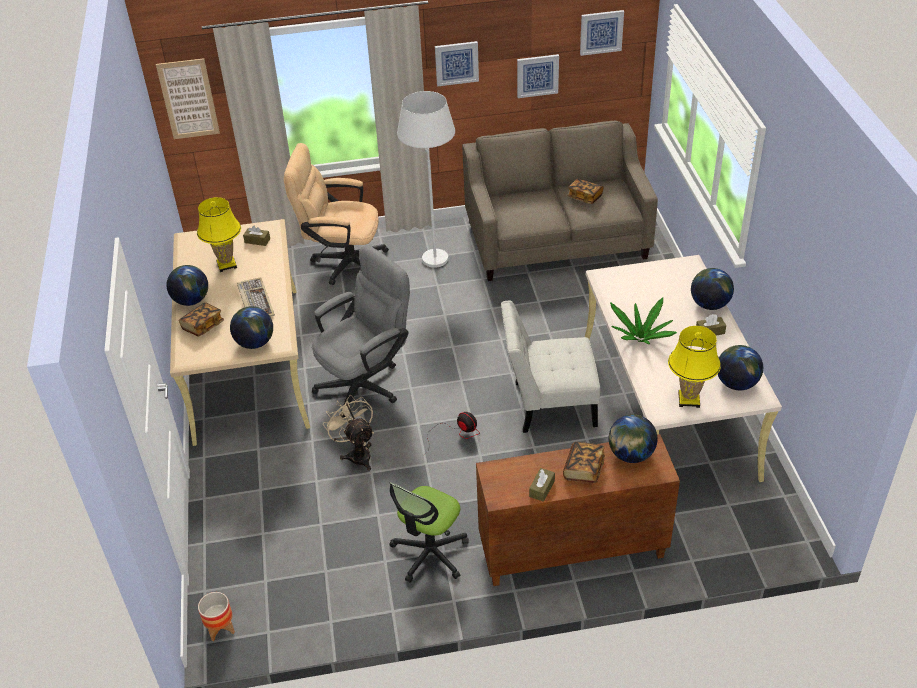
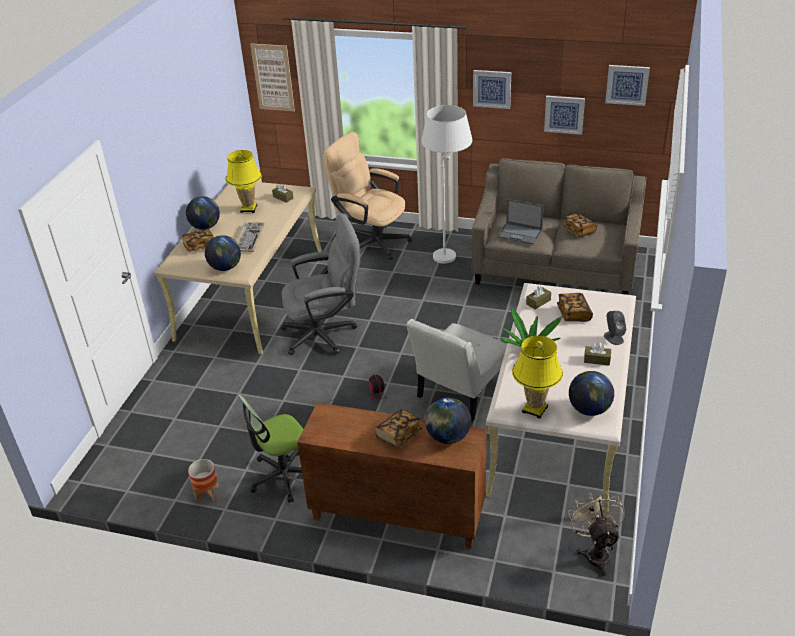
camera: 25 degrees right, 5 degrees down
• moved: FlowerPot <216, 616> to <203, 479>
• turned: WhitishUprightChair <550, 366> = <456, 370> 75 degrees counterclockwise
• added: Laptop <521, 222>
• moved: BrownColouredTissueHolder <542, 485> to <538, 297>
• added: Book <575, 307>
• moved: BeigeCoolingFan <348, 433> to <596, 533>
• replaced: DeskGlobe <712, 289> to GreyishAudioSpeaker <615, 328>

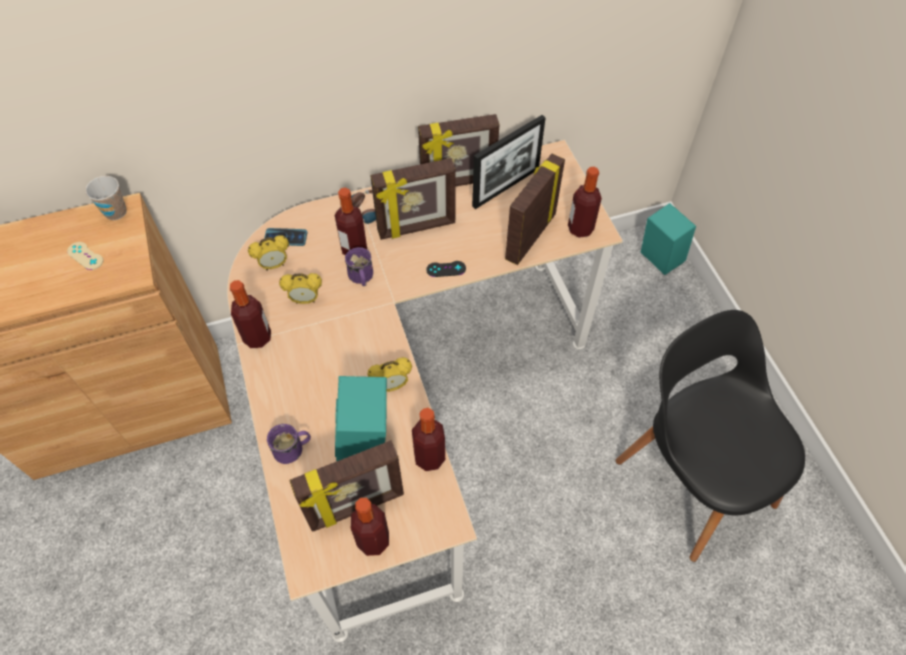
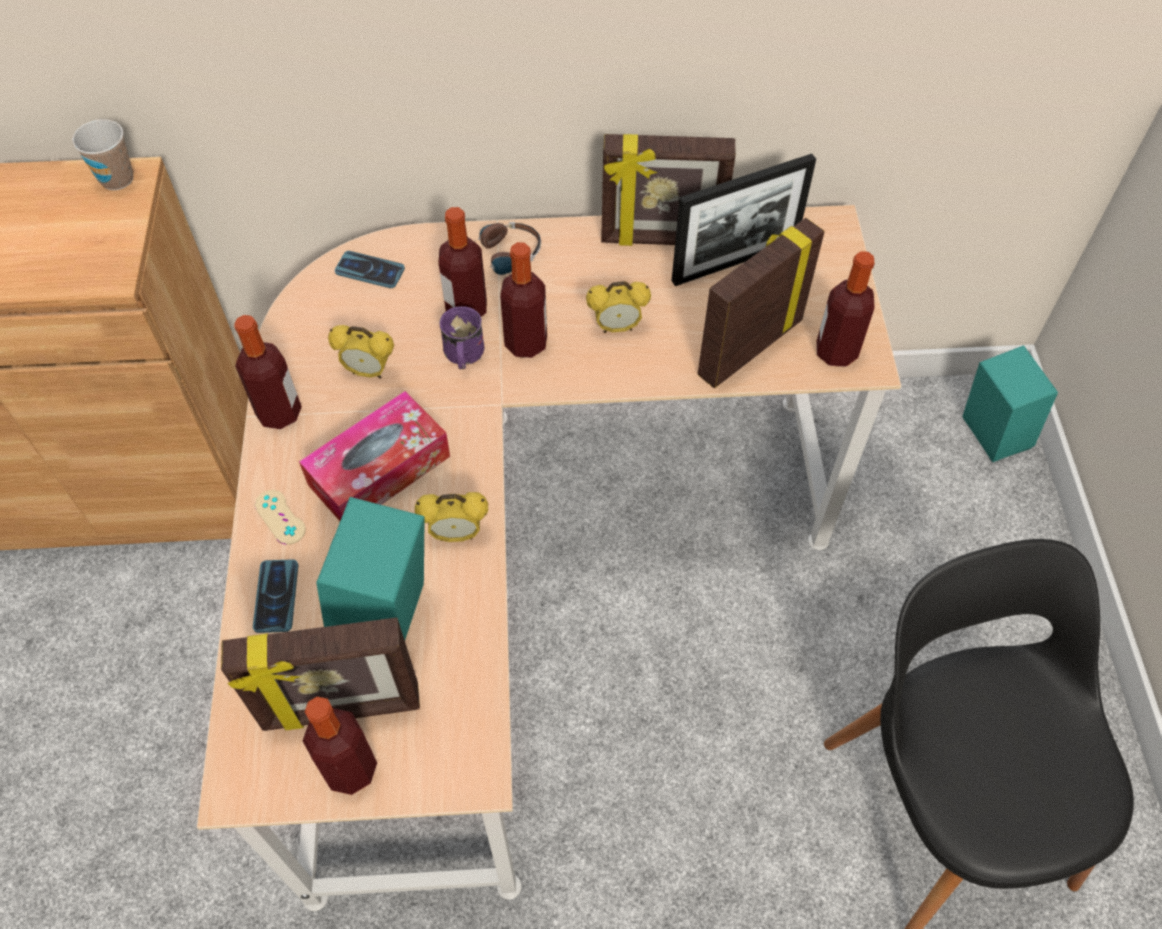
camera: 15 degrees right, 0 degrees up
• replaced: PurpleTeaMug <289, 444> to Handset <275, 596>
• moved: BeigeGamepad <85, 256> to <280, 517>
• added: TissueHolder <374, 456>
• moved: DrinkBottle <428, 439> to <523, 300>
• moved: TableClock <268, 253> to <618, 307>
• removed: PictureFrame <413, 199>
• removed: BlackGamepad <446, 269>

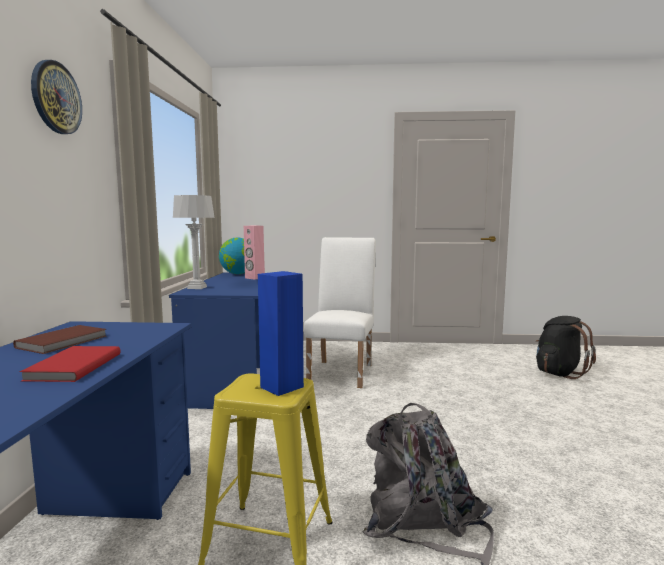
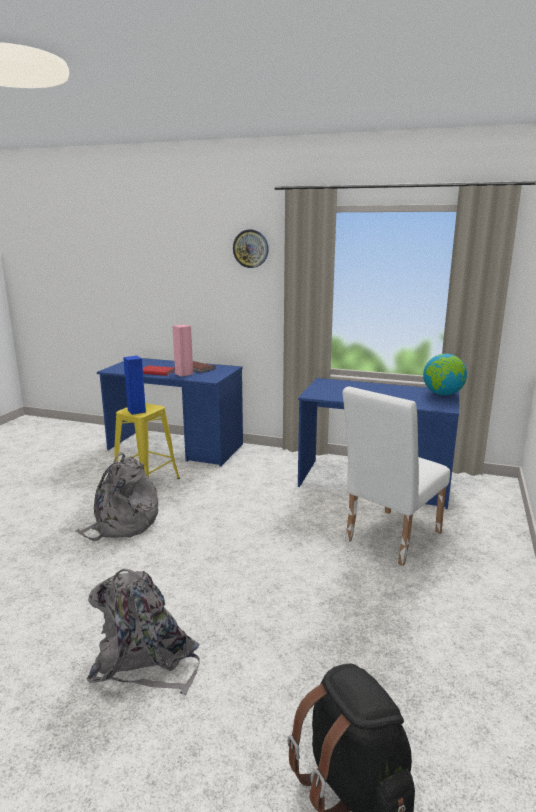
camera: 105 degrees right, 10 degrees up
• added: GreyishRucksack <143, 632>
• moved: PinkColouredAudioSpeaker <254, 253> to <183, 350>
• turned: WhitishUprightChair <340, 312> = <396, 476> 105 degrees clockwise
• removed: GreyishTableLamp <193, 242>

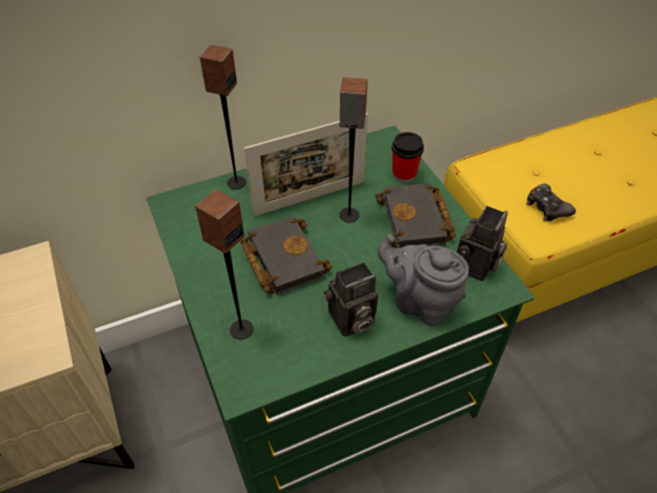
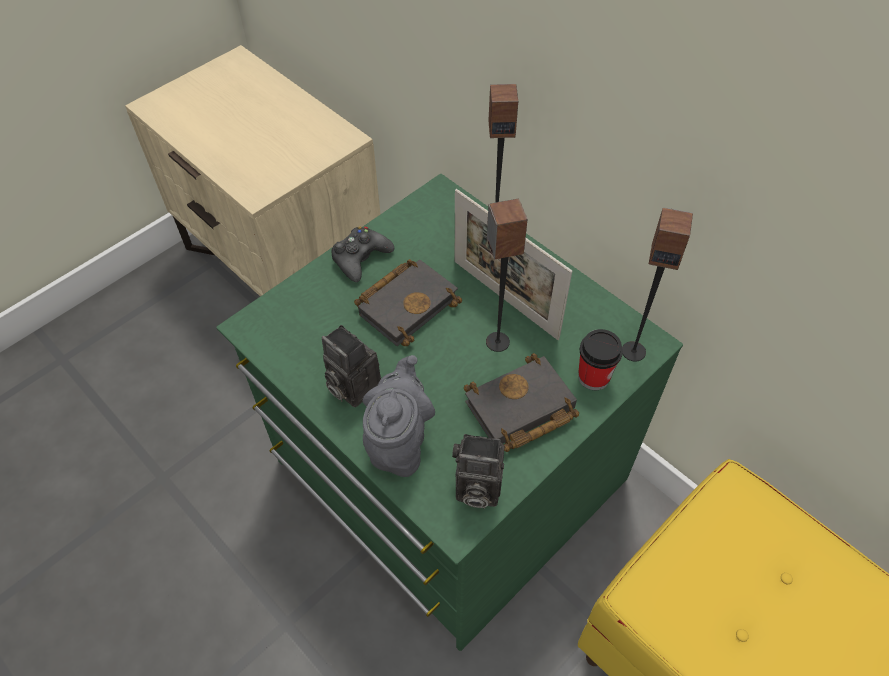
camera: 70 degrees right, 5 degrees up
• moved: BlackGamepad <551, 202> to <362, 254>
• moved: AudioSpeaker <224, 264> to <657, 284>

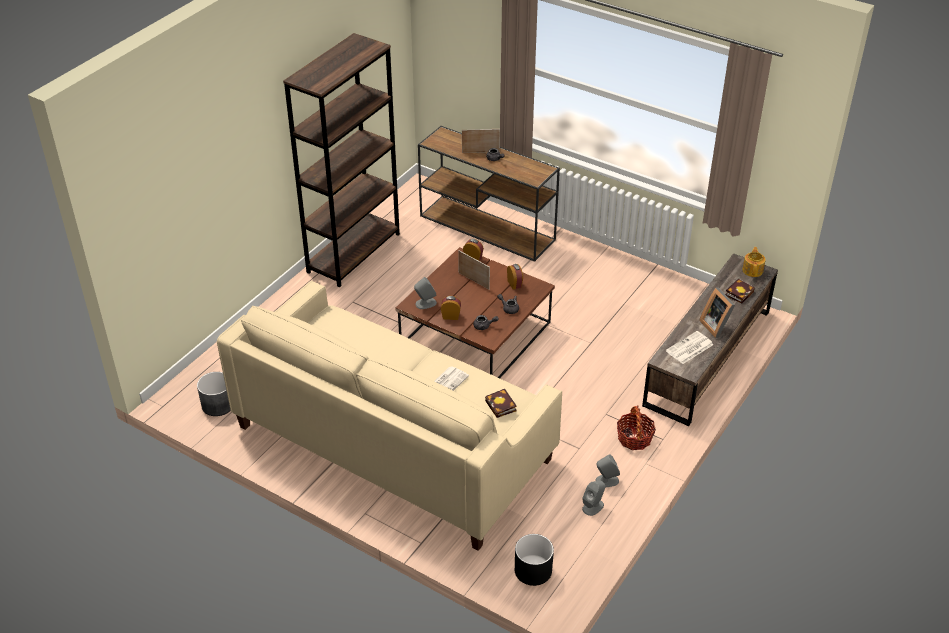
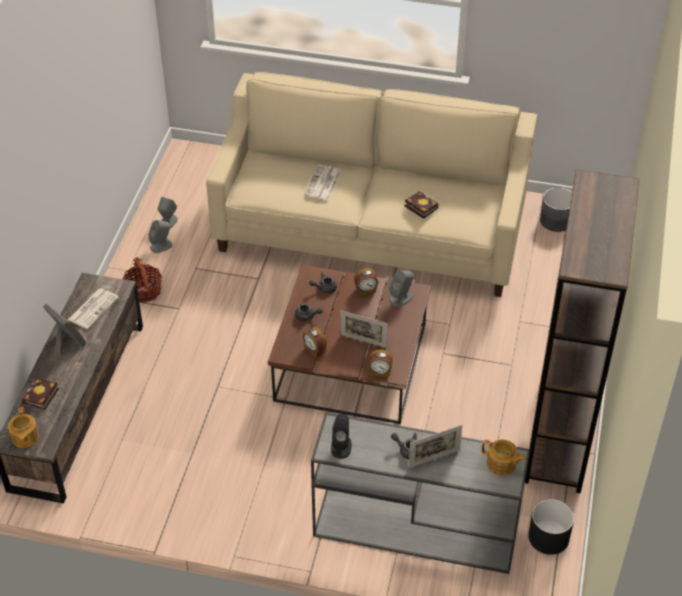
camera: 160 degrees right, 5 degrees up
• recoloured: BrownColouredNarrowTable <489, 194> to GreyishNarrowTable <420, 493>
• added: BlackAudioSpeaker <341, 436>
• moved: Book <500, 403> to <422, 205>
• added: TeaPot <504, 457>
• moved: BlackFlowerPot <534, 560> to <551, 527>

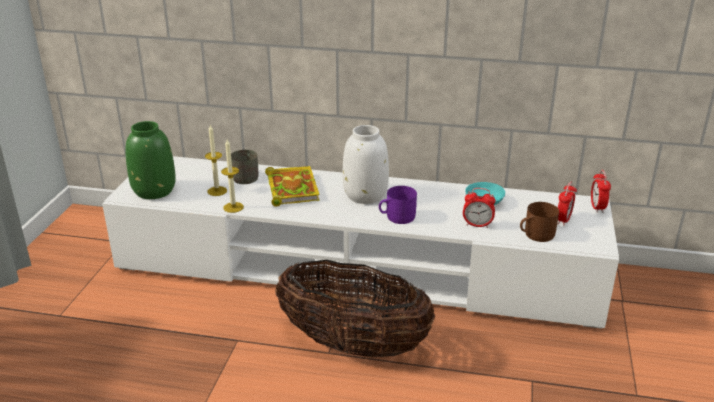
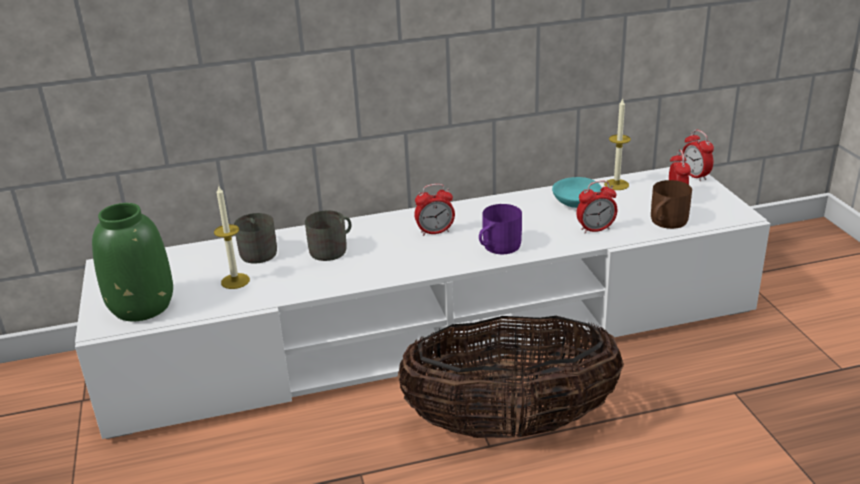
camera: 25 degrees left, 0 degrees up
• replaced: Book <292, 186> to GreyishTeaMug <328, 235>
• replaced: WhitishVase <366, 164> to TableClock <434, 210>
• moved: WaxCandle <232, 176> to <617, 144>

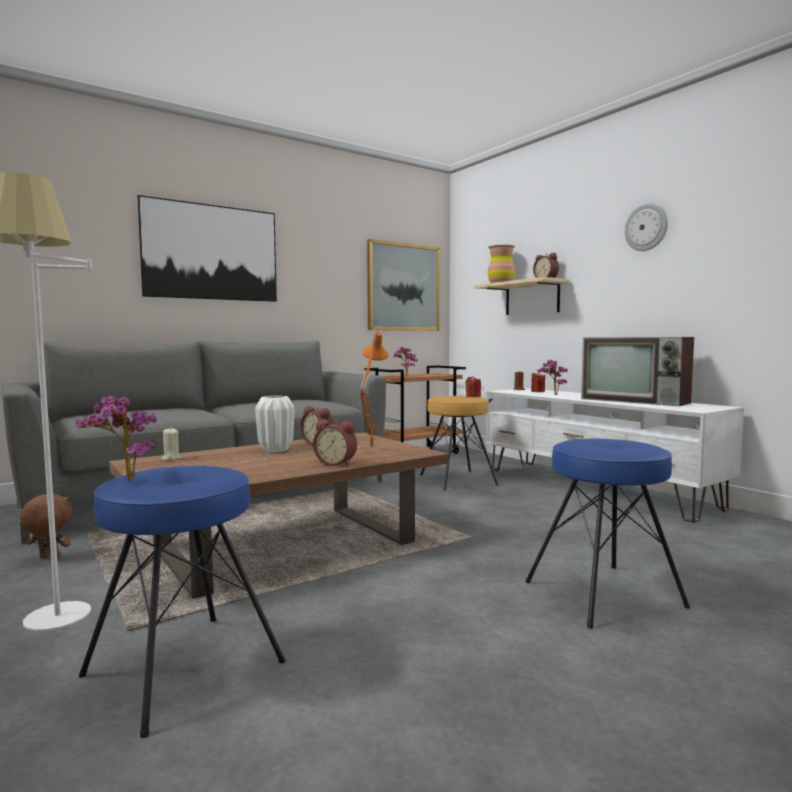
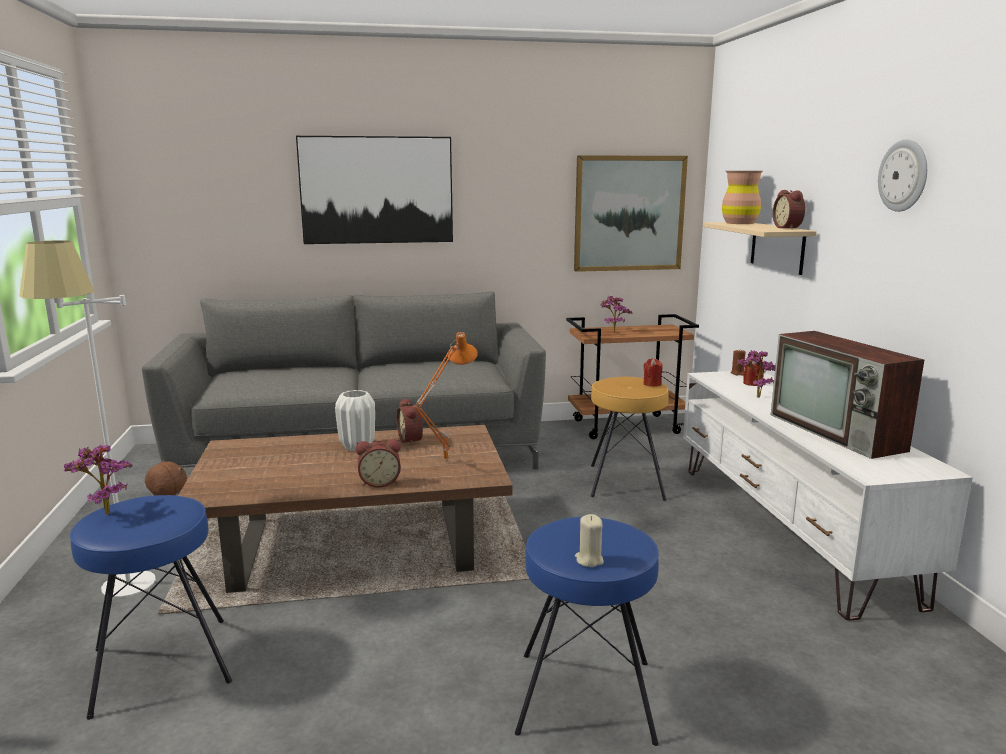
camera: 25 degrees right, 10 degrees up
• turned: TableClock <335, 442> = <378, 463> 60 degrees counterclockwise
• moved: BeigeWaxCandle <171, 444> to <589, 540>

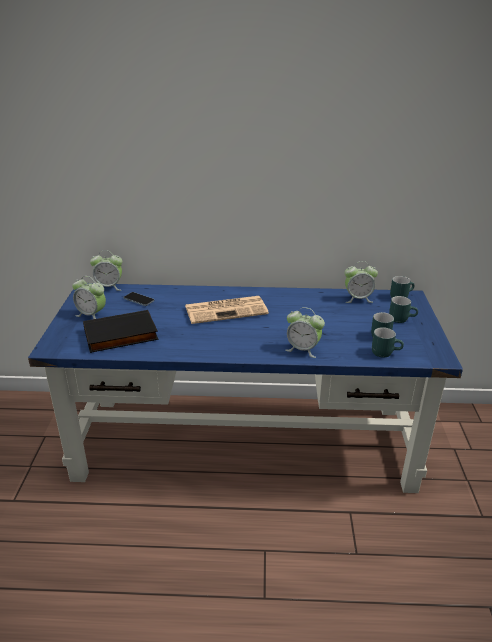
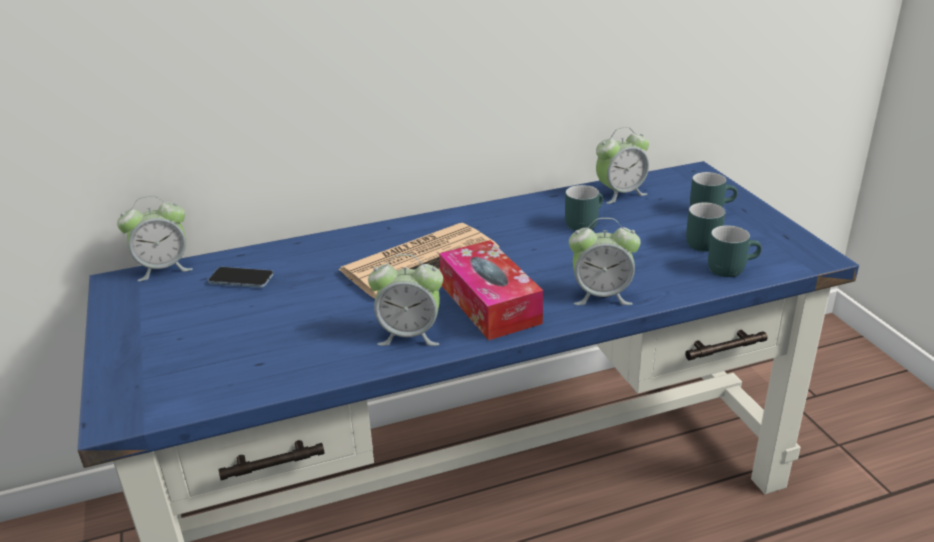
camera: 20 degrees left, 0 degrees up
• moved: TableClock <89, 297> to <405, 300>
• added: TissueHolder <491, 290>
• moved: TurquoiseTeaMug <402, 287> to <584, 208>
• removed: BlackBook <120, 331>

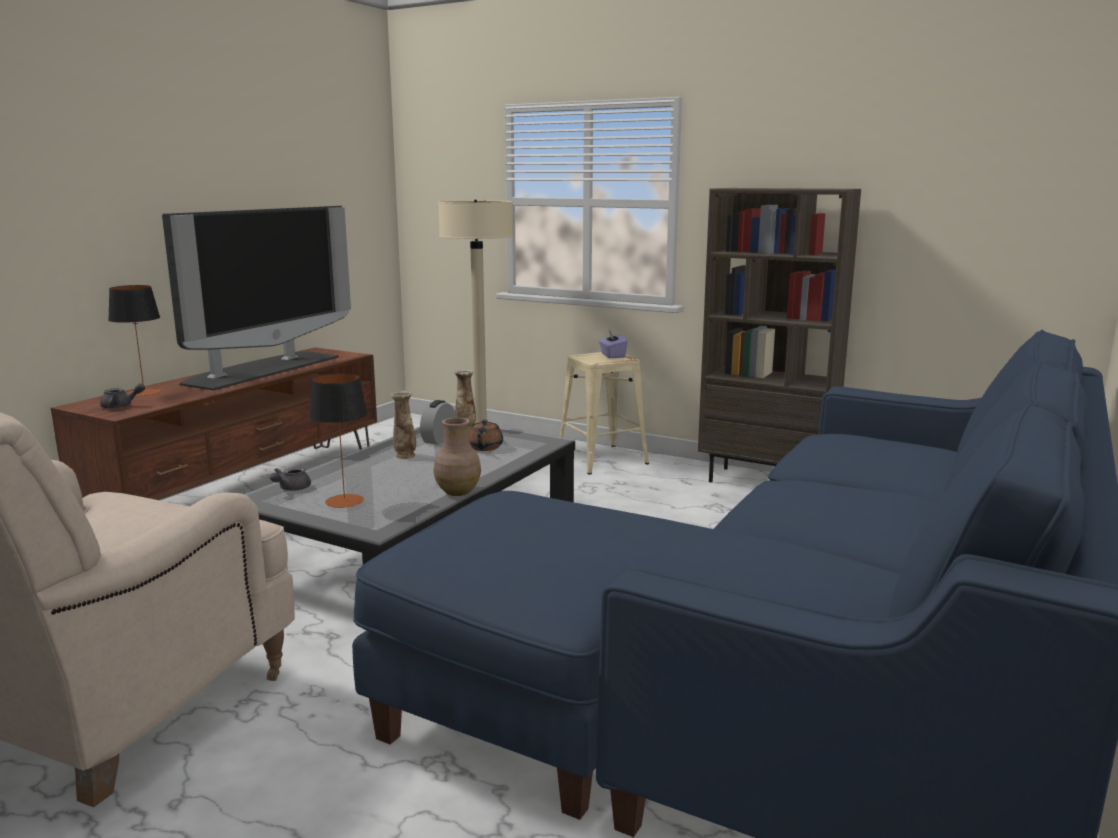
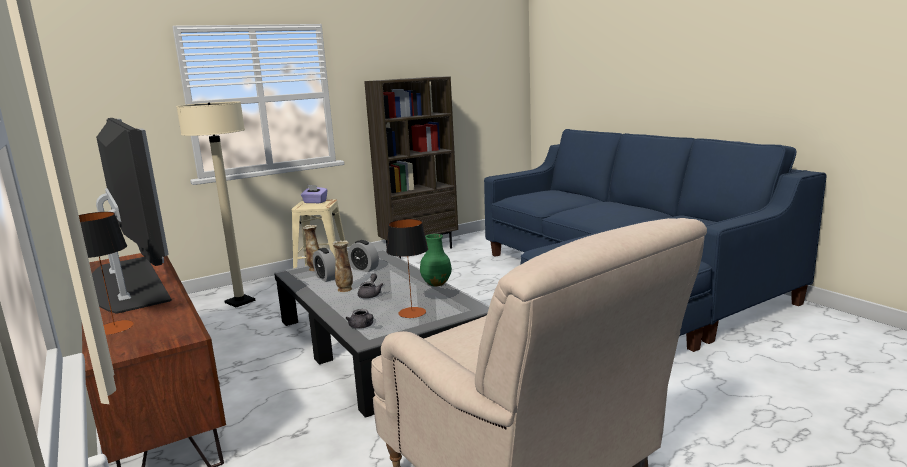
camera: 60 degrees left, 0 degrees up
• replaced: BrownColouredTeaPot <485, 435> to TableClock <363, 256>
• moved: GreyishTeaPot <122, 396> to <370, 286>
• recoloured: BrownColouredVase <457, 457> to GreenVase <436, 260>

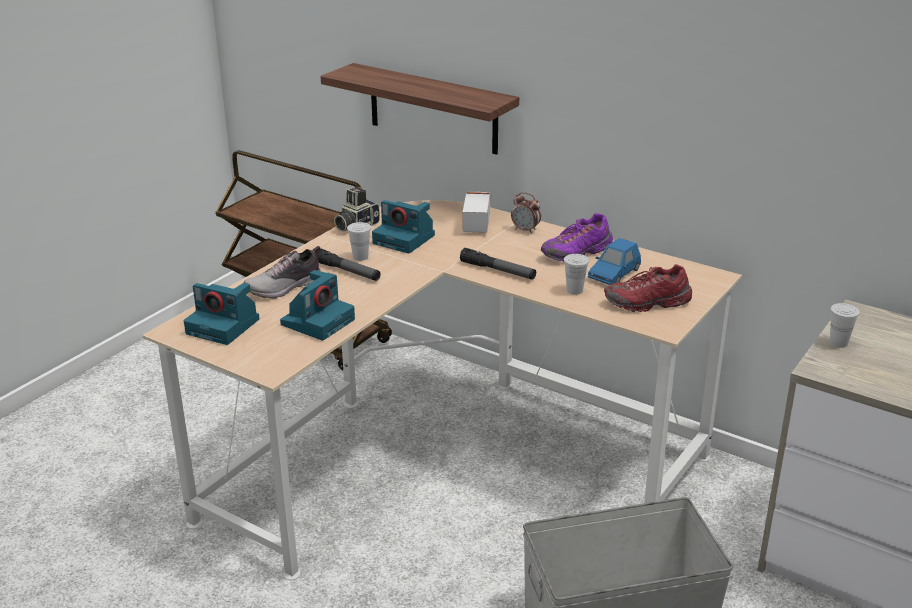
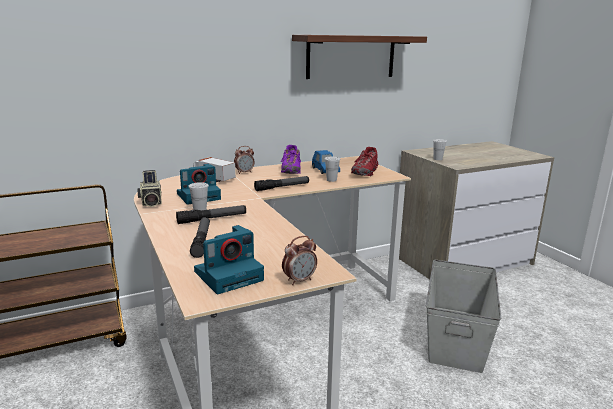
camera: 60 degrees left, 10 degrees down
• replaced: LowShoe <282, 272> to Torch <200, 237>
• added: TableClock <299, 260>
• moved: WallShelf <420, 109> to <359, 57>
• removed: StillCamera <317, 305>

